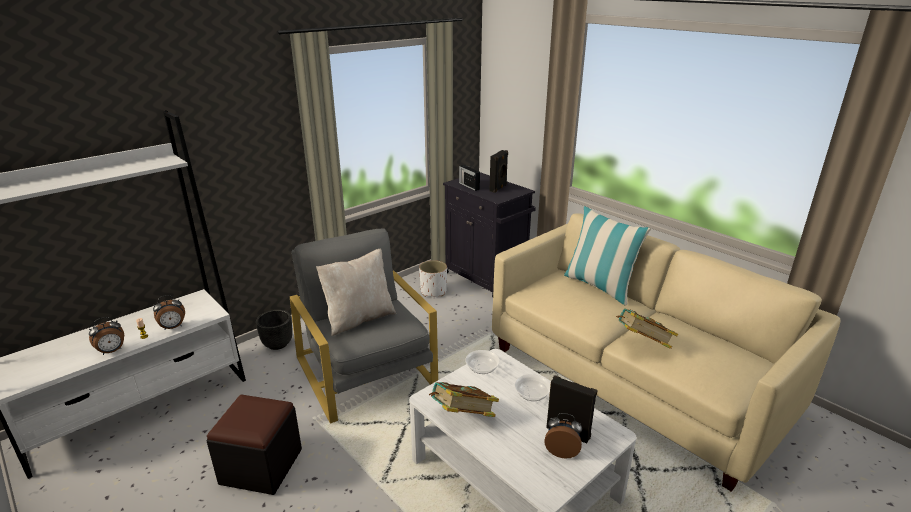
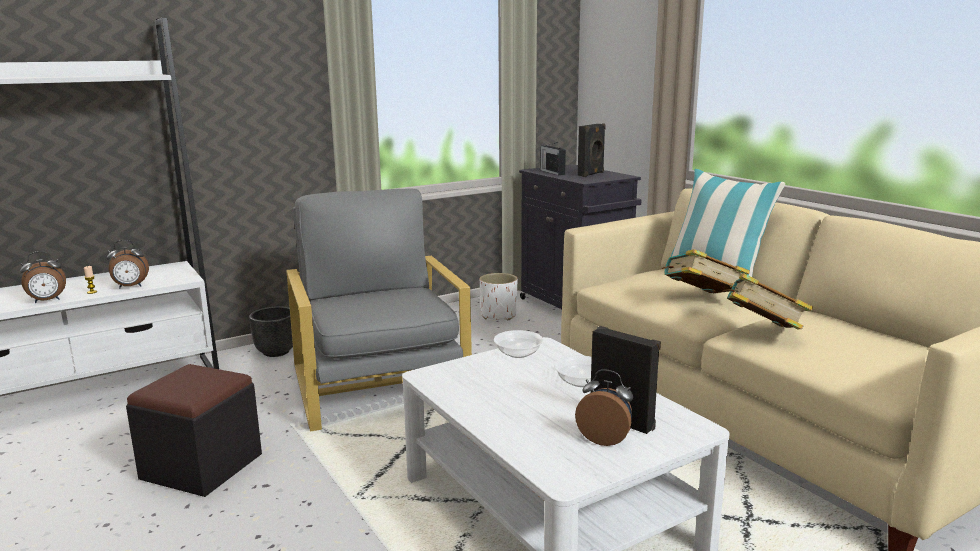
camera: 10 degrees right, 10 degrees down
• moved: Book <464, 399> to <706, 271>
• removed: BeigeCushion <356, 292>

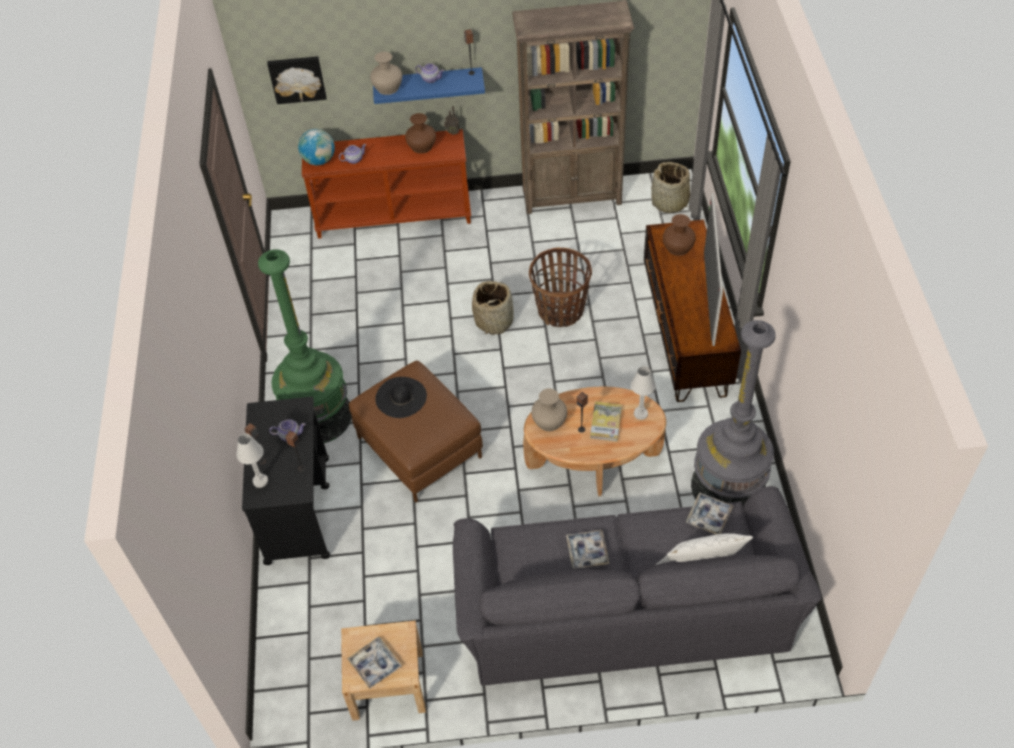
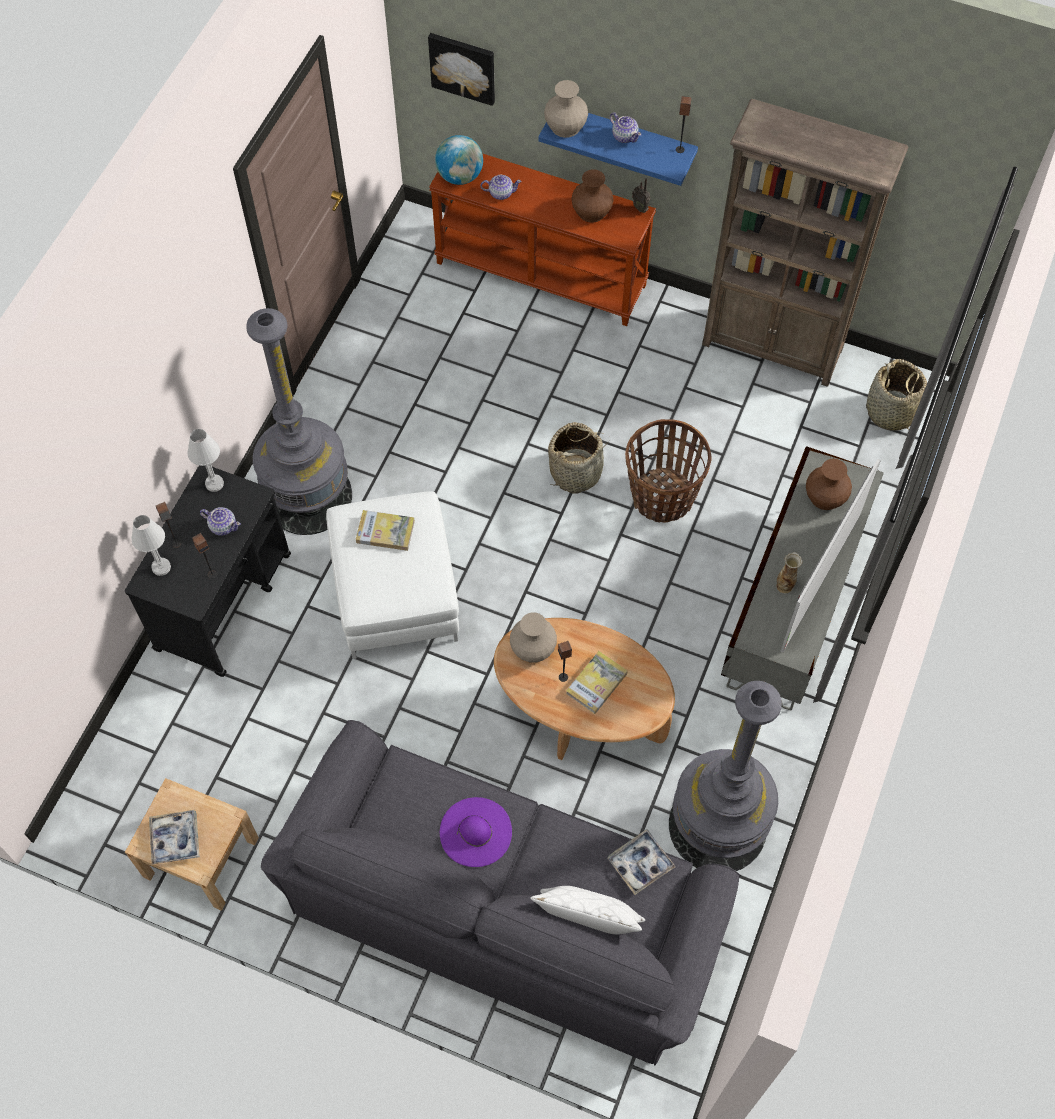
camera: 25 degrees right, 10 degrees up
• moved: WhitishTableLamp <643, 393> to <206, 460>
• recoloured: GreenStandingLamp <305, 346> to GreyishStandingLamp <299, 421>
• recoloured: BrownColouredFootrest <416, 432> to WhitishFootrest <392, 575>
• replaced: BlackHat <401, 397> to Book <385, 530>
• replaced: Tray <588, 549> to PurpleHat <476, 832>
• recoloured: BrownColouredTvStand <692, 311> to GreyishTvStand <802, 578>
• added: Vase <789, 572>

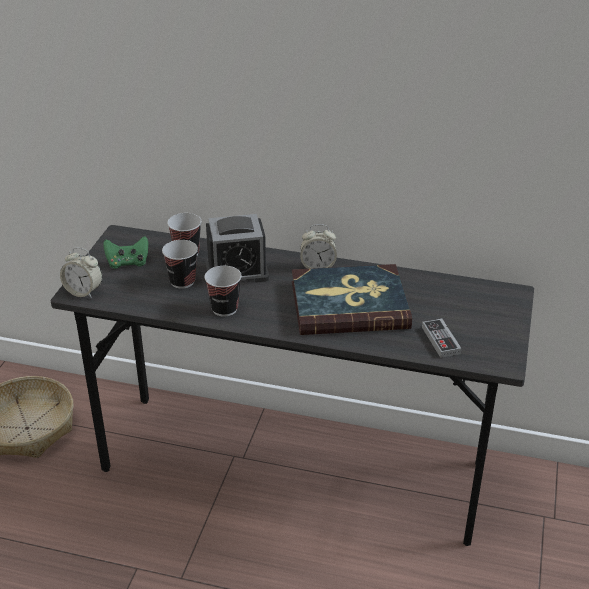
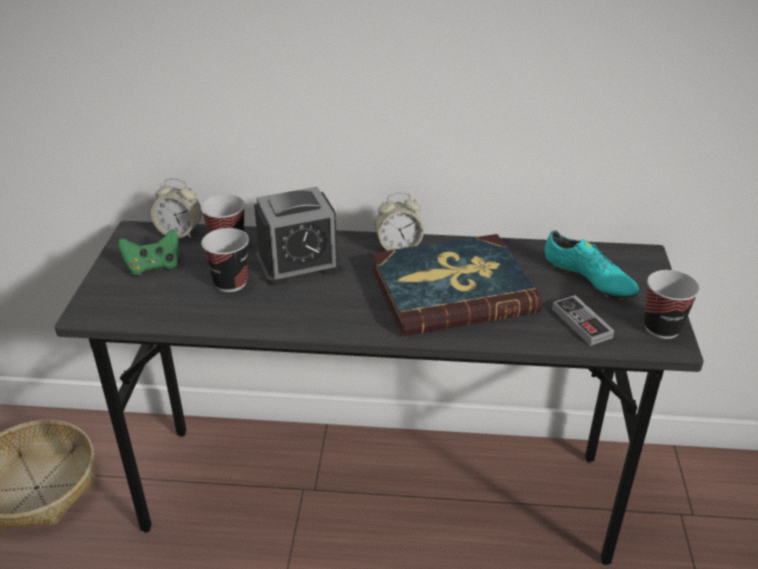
camera: 10 degrees left, 0 degrees up
• moved: TableClock <81, 273> to <176, 208>
• added: TurquoiseLowShoe <592, 265>
• moved: DrinkingCup <223, 291> to <672, 304>

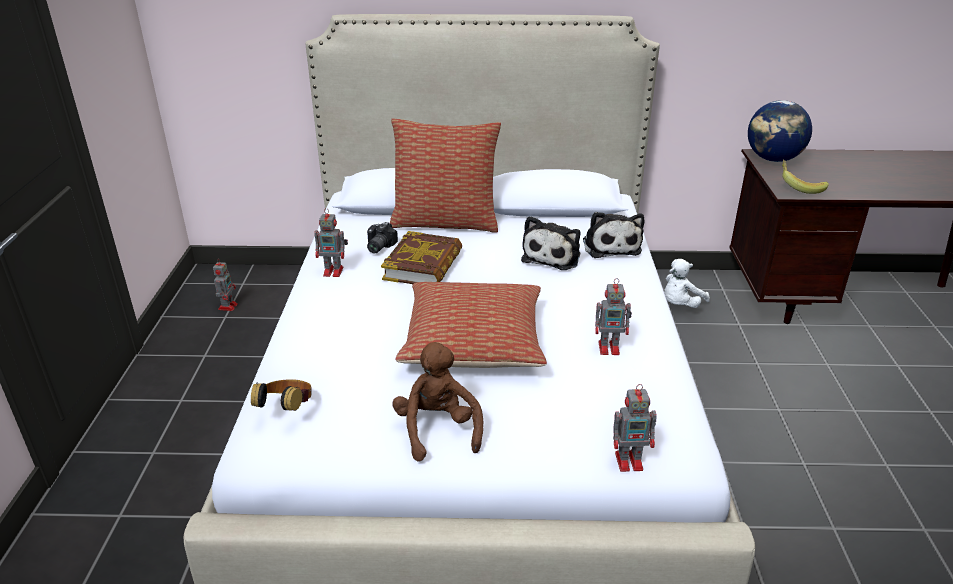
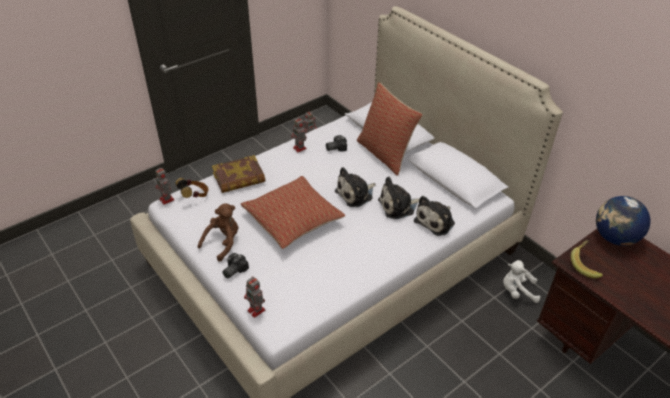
camera: 50 degrees right, 10 degrees up
• moved: RobotFigure <613, 316> to <164, 186>
• moved: Book <421, 257> to <238, 174>
• added: StillCamera <235, 266>
• added: SoftToy <355, 187>

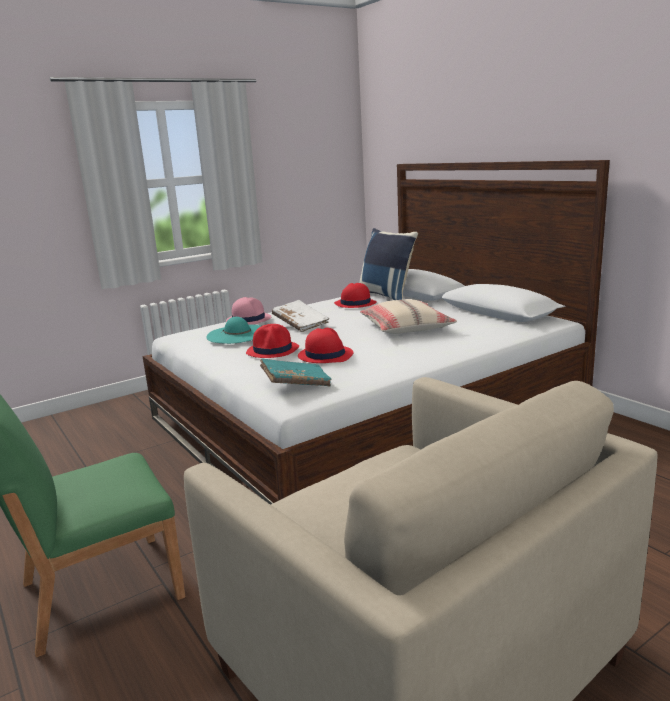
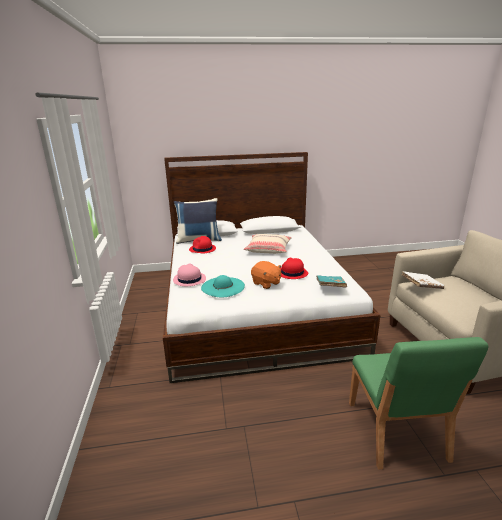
camera: 65 degrees left, 5 degrees up
• replaced: ReddishHat <272, 341> to OrangeSoftToy <266, 275>
• moved: WhitishBook <300, 316> to <422, 280>

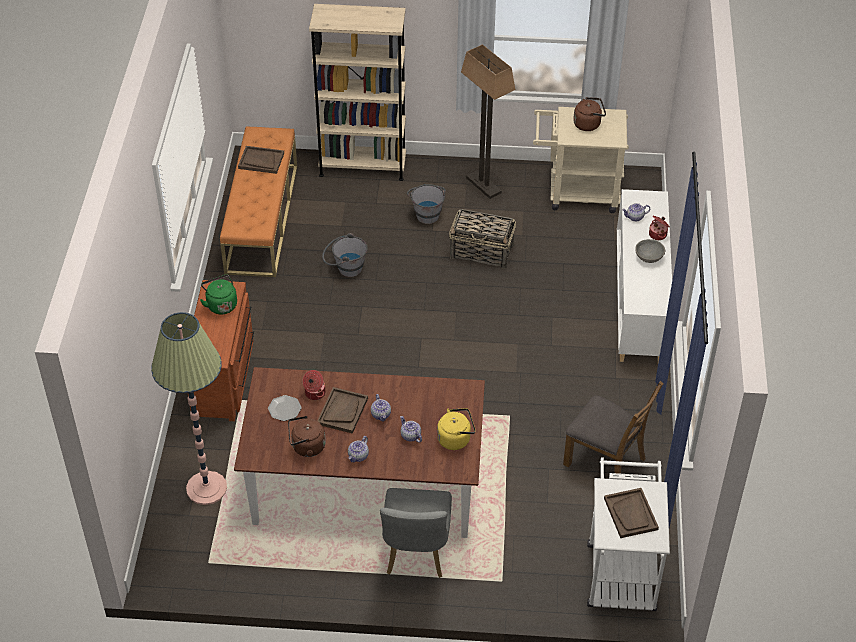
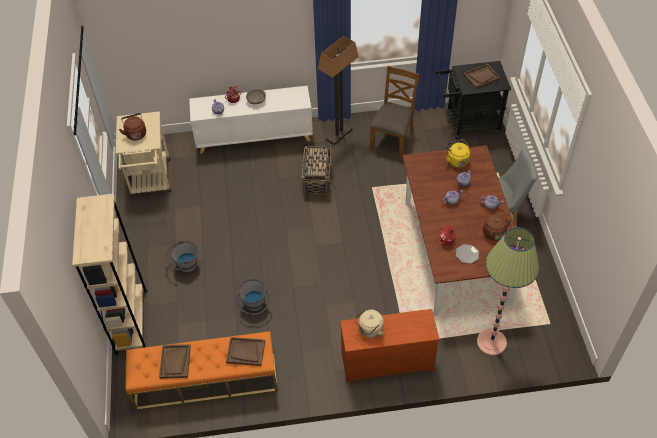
camera: 100 degrees left, 5 degrees up
• moved: BrownColouredTray <342, 410> to <245, 351>
• moved: StorageBasket <482, 239> to <317, 170>
• moved: StandingLamp <488, 121> to <338, 90>
• recoloured: GreenKettle <218, 294> to BeigeKettle <369, 324>
• recoloured: WhitishTrolley <628, 534> to BlackTrolley <473, 100>

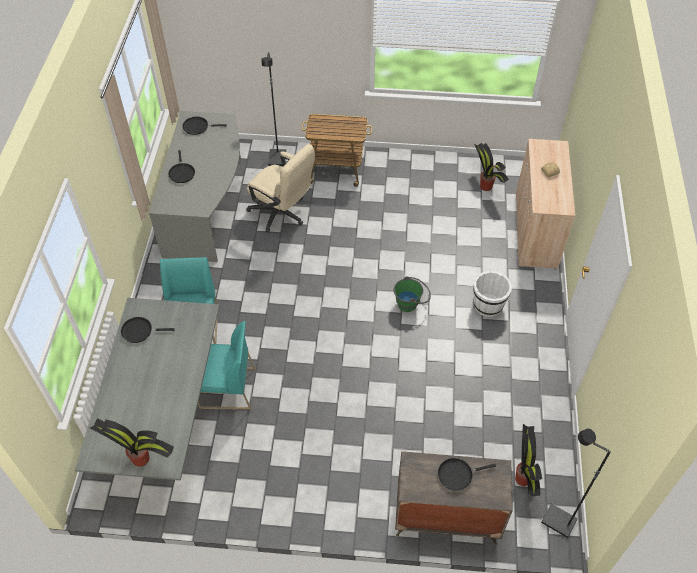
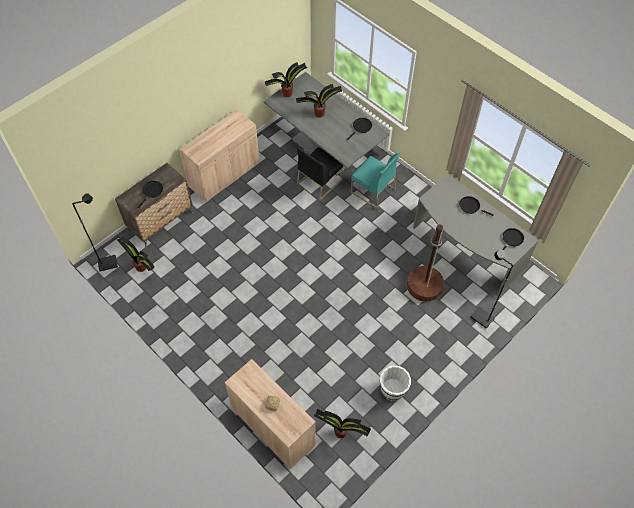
camera: 130 degrees right, 5 degrees up
• added: BeigeCupboard <219, 155>
• added: PlantInAPot <319, 100>
• recoloured: TurquoiseUprightChair <226, 365> to BlackUprightChair <320, 174>
• moved: WhitishWaterBucket <492, 294> to <395, 383>
• replaced: BeigeDeskChair <280, 188> to BrownColouredStandingLamp <425, 263>
• removed: Trolley <336, 150>
• removed: GreenWaterBucket <412, 294>

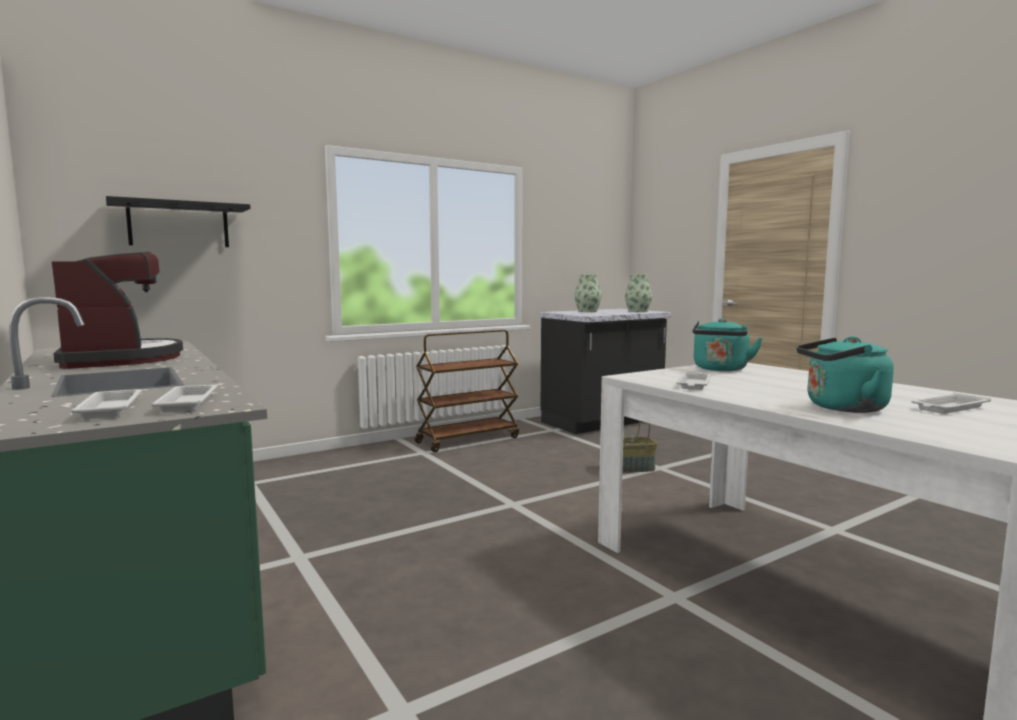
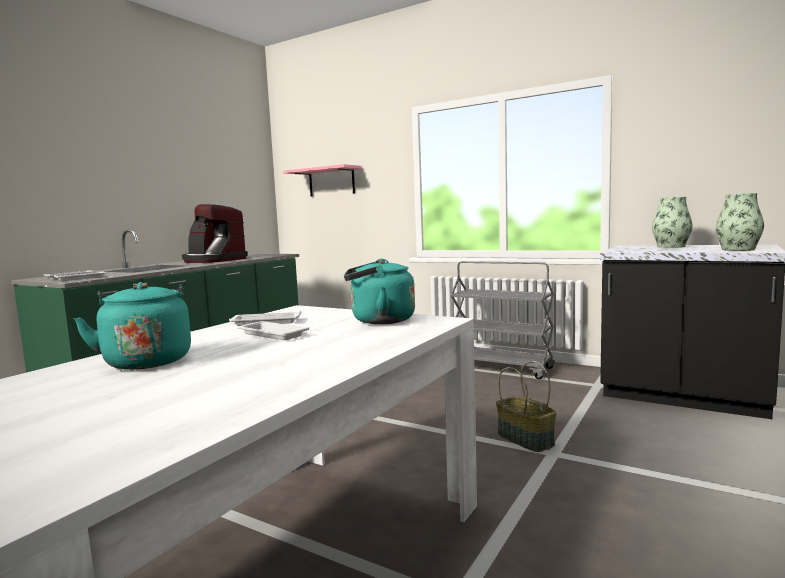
camera: 65 degrees right, 0 degrees up
• turned: CoffeeBrewer <117, 310> = <215, 233> 90 degrees clockwise
• moved: WhitishTray <951, 403> to <273, 330>
• recoloured: BlackWallShelf <178, 221> to PinkColouredWallShelf <322, 180>
• recoloured: BrownColouredTrolley <467, 391> to GreyishTrolley <502, 320>

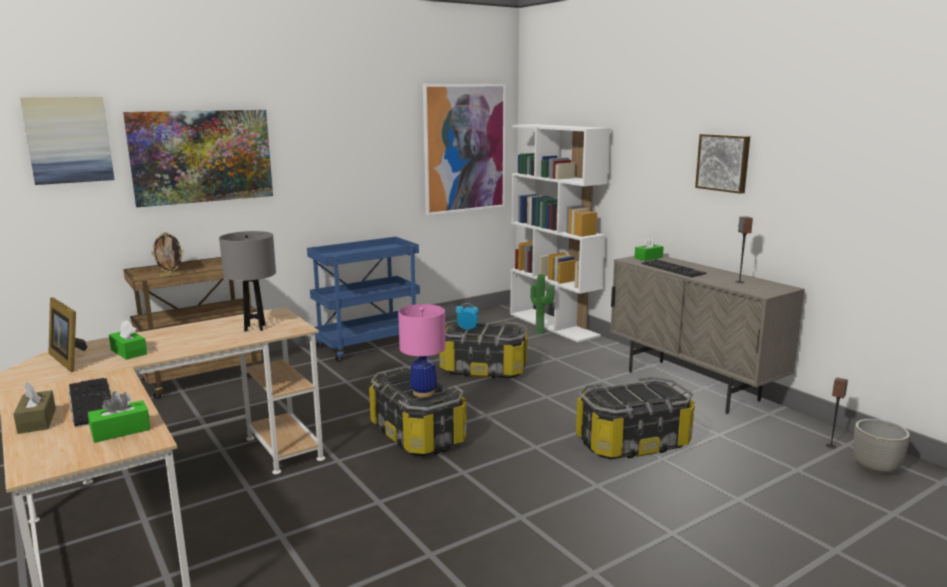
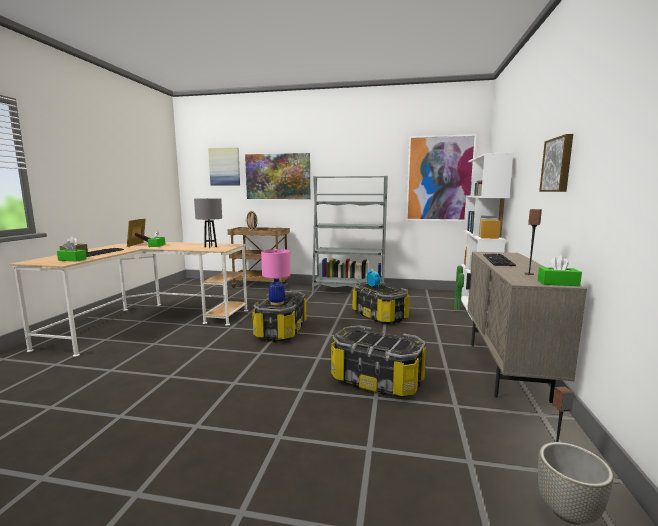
camera: 45 degrees right, 5 degrees down
• replaced: BluishTrolley <363, 299> to GreyishBookshelf <350, 235>
• moved: GreenTissueHolder <649, 248> to <560, 270>

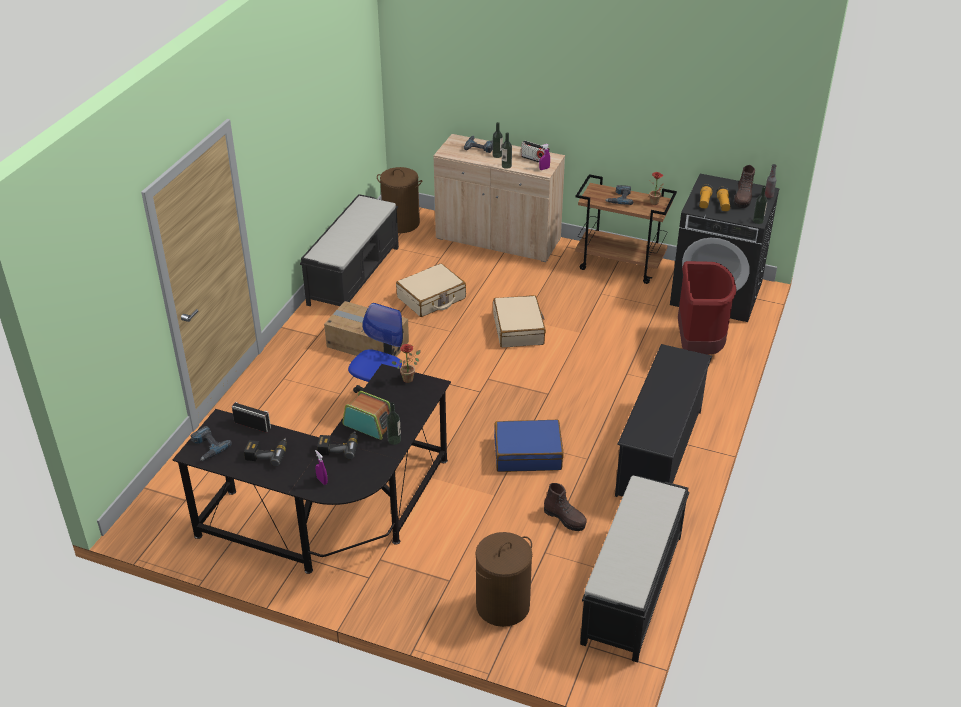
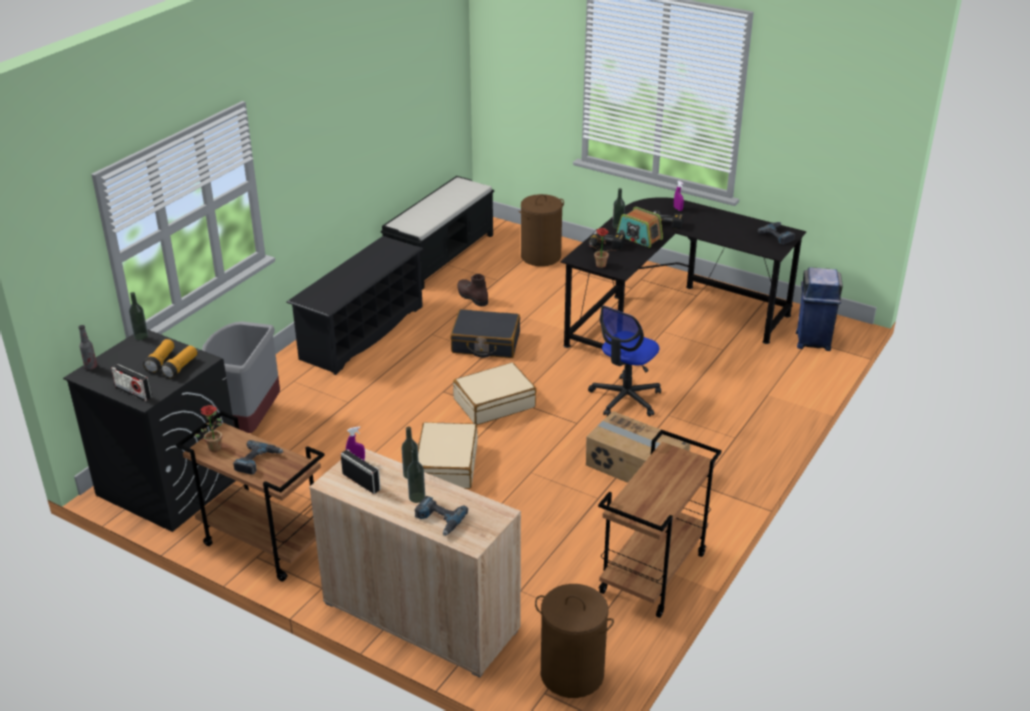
camera: 170 degrees left, 5 degrees down
• moved: RadioReceiver <251, 417> to <131, 382>
• recoloured: ReddishRubbishBin <707, 308> to GreyishRubbishBin <241, 377>
• recoloured: BluishTravelCase <529, 446> to BlackTravelCase <485, 333>
• moved: BeigeTravelCase <431, 290> to <494, 393>
• moved: Drill <265, 452> to <607, 239>
• replaced: BlackIndoorBench <349, 250> to BrownColouredTrolley <660, 524>
• added: BluishRubbishBin <819, 309>
• removed: BrownColouredBoot <744, 186>

